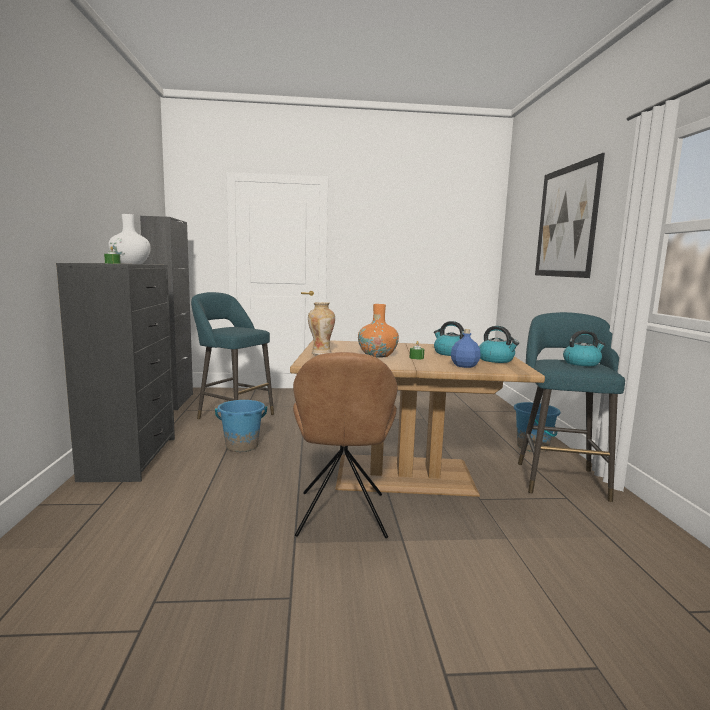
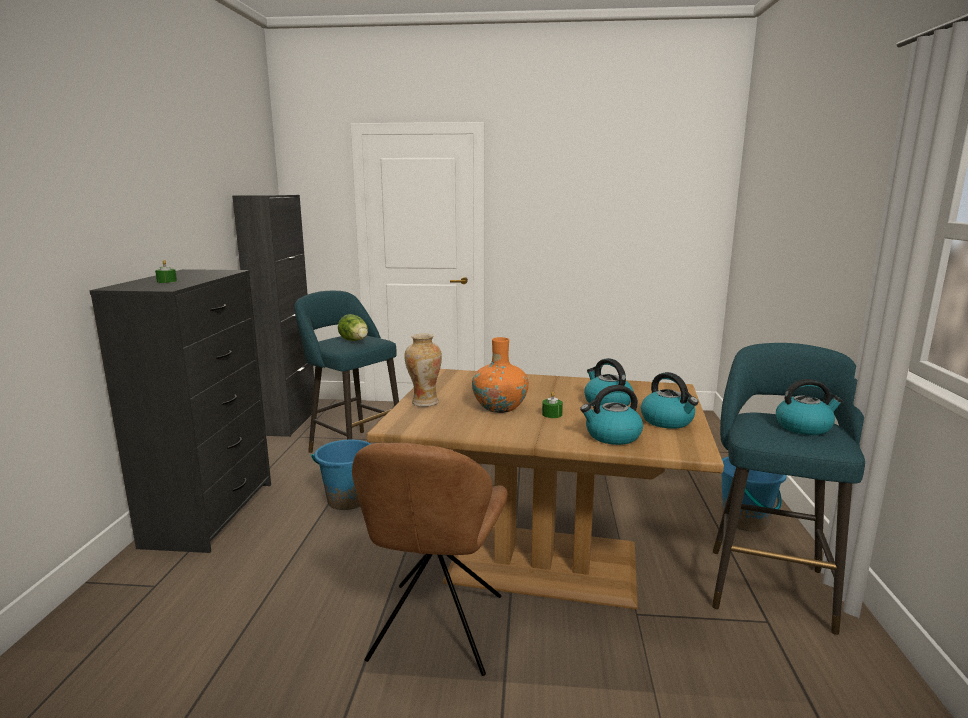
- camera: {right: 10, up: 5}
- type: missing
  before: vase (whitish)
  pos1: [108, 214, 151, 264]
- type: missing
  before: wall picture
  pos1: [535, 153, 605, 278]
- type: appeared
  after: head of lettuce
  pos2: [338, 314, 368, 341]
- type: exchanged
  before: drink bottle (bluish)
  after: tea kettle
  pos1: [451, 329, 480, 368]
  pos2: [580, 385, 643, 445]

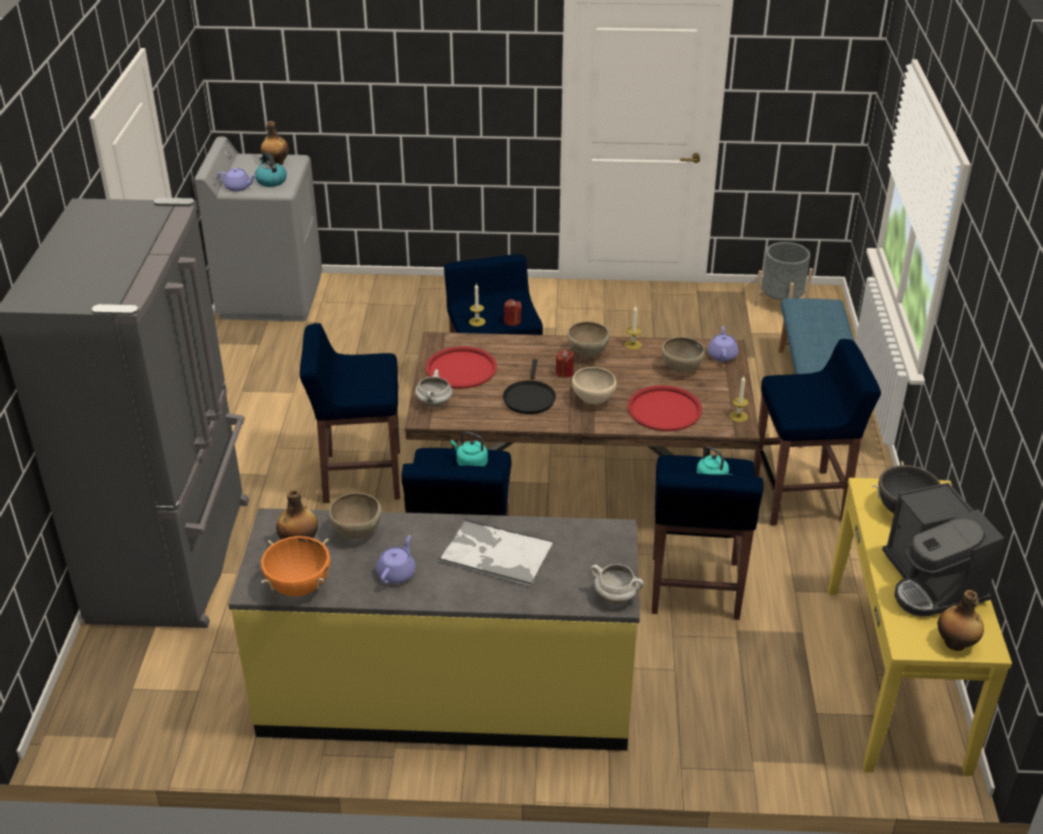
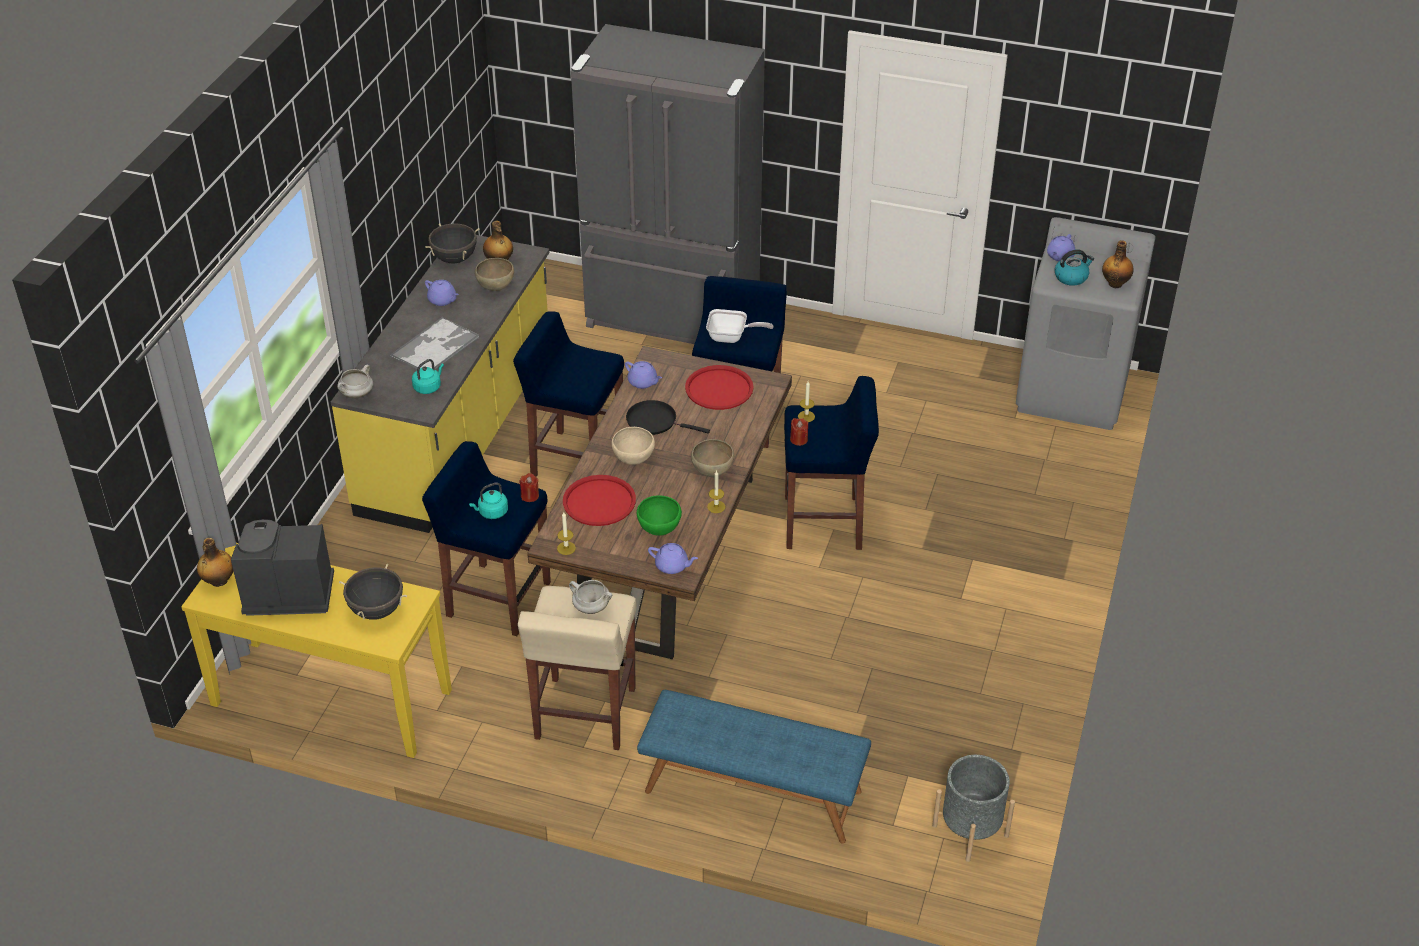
- camera: {right: 105, up: 5}
- type: appeared
  after: tea pot (purplish)
  pos2: [625, 361, 662, 389]
- type: appeared
  after: skillet
  pos2: [706, 309, 773, 343]
- type: relocated
  before: saucepot (whitish)
  pos1: [415, 370, 452, 407]
  pos2: [569, 580, 612, 614]
- type: relocated
  before: tea kettle (turquoise-coloured)
  pos1: [451, 432, 488, 466]
  pos2: [412, 359, 444, 394]
- type: relocated
  before: wax candle (red-coloured)
  pos1: [556, 350, 574, 378]
  pos2: [519, 473, 539, 502]
- type: colour
  before: saucepot (orange)
  after: saucepot (blackish)
  pos1: [261, 536, 330, 596]
  pos2: [425, 223, 480, 263]
- type: colour
  before: serving bowl (brown-coloured)
  after: serving bowl (greenish)
  pos1: [661, 337, 705, 372]
  pos2: [637, 495, 682, 536]
- type: colour
  before: sitting stool (bluish)
  after: sitting stool (sand-coloured)
  pos1: [754, 339, 881, 526]
  pos2: [518, 586, 636, 750]

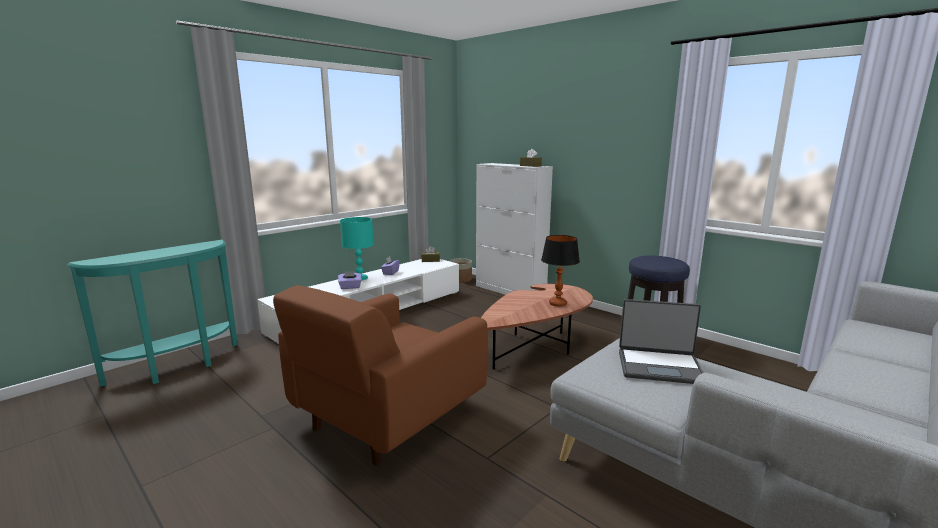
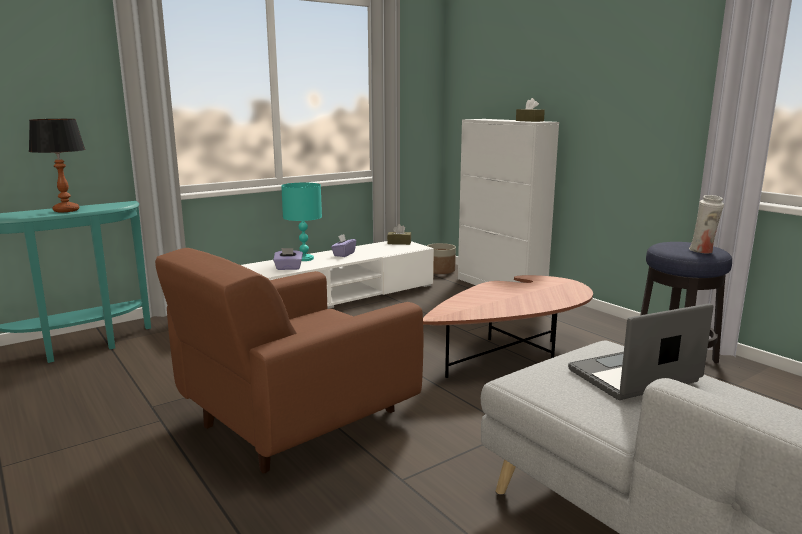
- camera: {right: 10, up: 0}
- type: appeared
  after: vase (whitish)
  pos2: [689, 195, 724, 253]
- type: relocated
  before: lamp for a table
  pos1: [541, 235, 580, 307]
  pos2: [29, 119, 86, 212]
- type: spun
  before: portable computer
  pos1: [619, 299, 704, 384]
  pos2: [568, 303, 713, 400]
  turn: 135

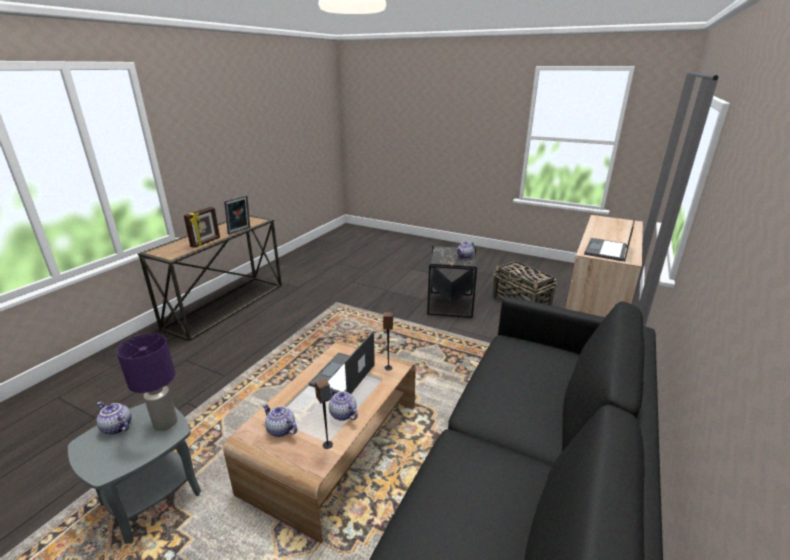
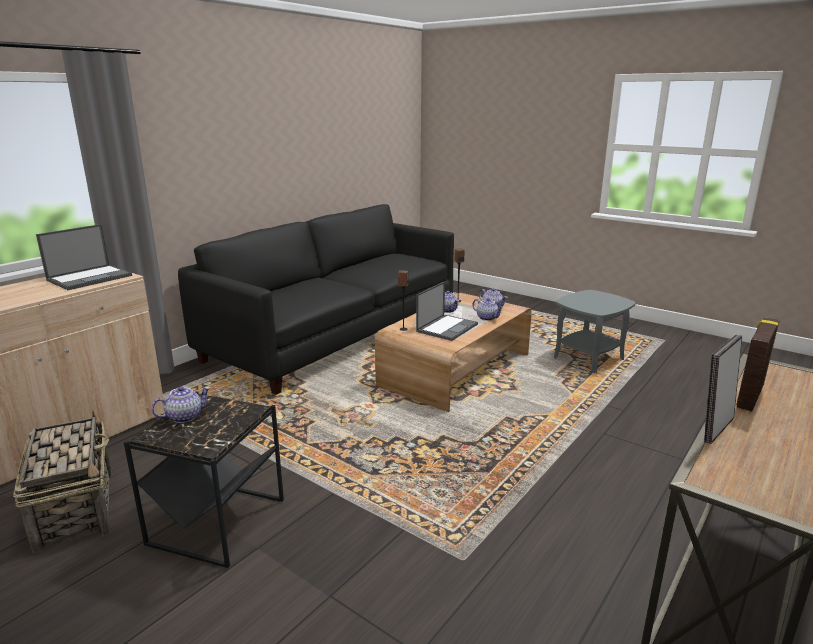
- camera: {right: -170, up: -5}
- type: missing
  before: lamp for a table (purplish)
  pos1: [116, 333, 178, 431]
- type: relocated
  before: tea pot
  pos1: [96, 401, 132, 435]
  pos2: [472, 298, 504, 321]

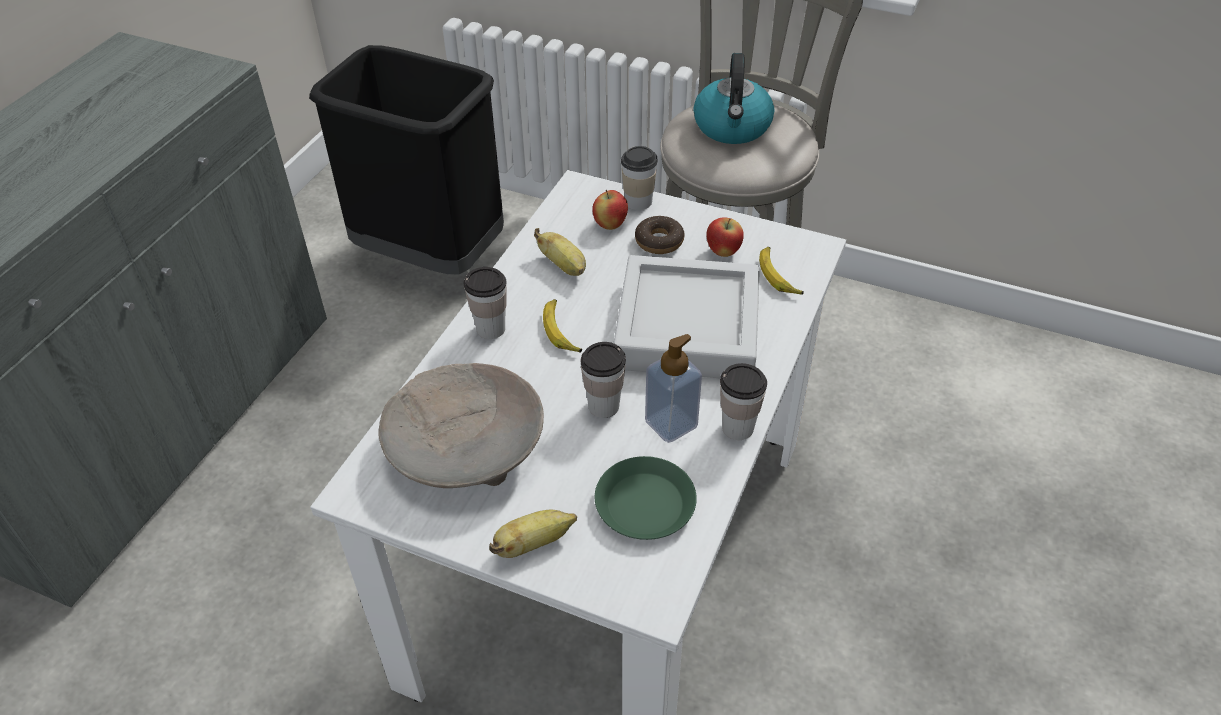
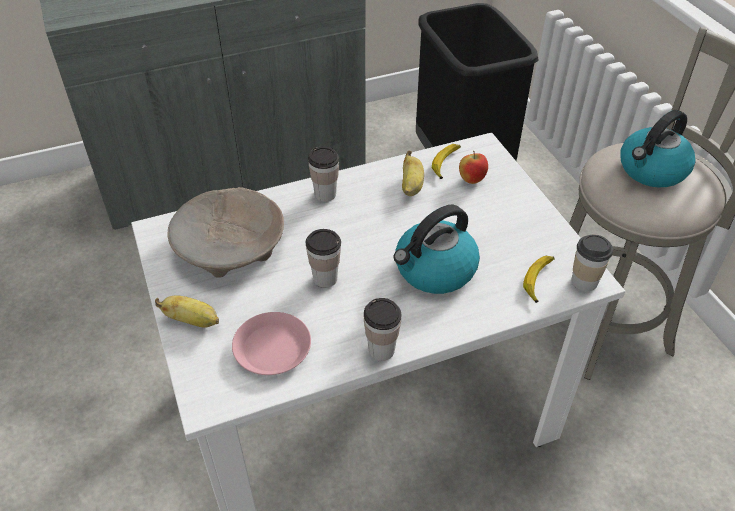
- camera: {right: 45, up: 0}
- type: missing
  before: doughnut
  pos1: [635, 216, 684, 254]
- type: missing
  before: liquid soap bottle
  pos1: [645, 334, 702, 443]
- type: missing
  before: apple fruit
  pos1: [707, 218, 744, 257]
- type: relocated
  before: whole banana
  pos1: [543, 299, 582, 352]
  pos2: [432, 144, 461, 179]
- type: relocated
  before: drinking cup
  pos1: [621, 146, 658, 210]
  pos2: [571, 235, 613, 291]
- type: exchanged
  before: tray (greyish)
  after: tea kettle
  pos1: [614, 255, 760, 378]
  pos2: [394, 205, 480, 294]
- type: colour
  before: flat dish (greenish)
  after: flat dish (pinkish)
  pos1: [595, 456, 697, 540]
  pos2: [232, 312, 311, 375]

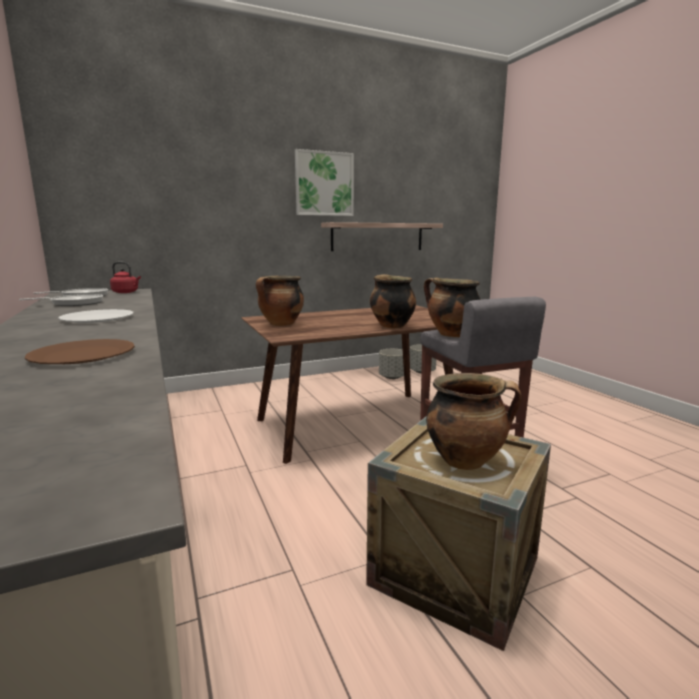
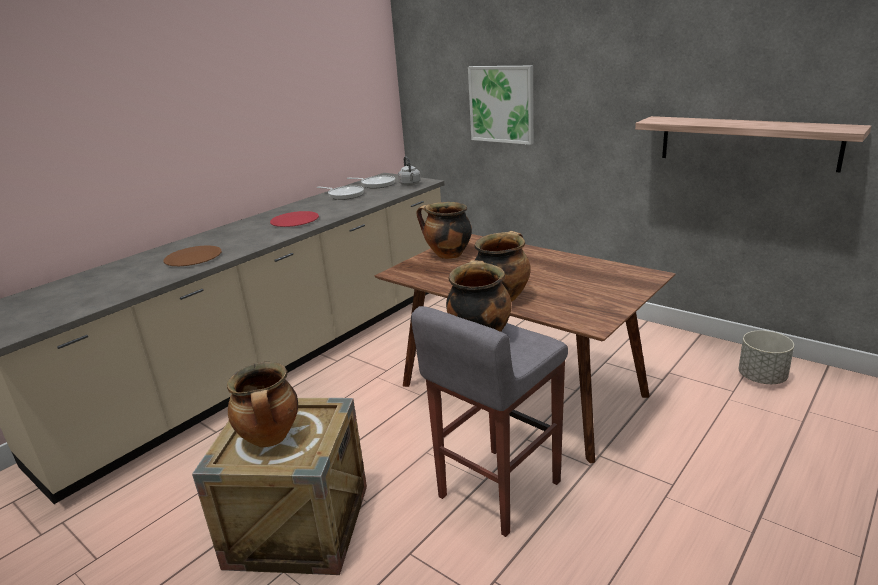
- camera: {right: 65, up: 10}
- type: missing
  before: plant pot (greyish)
  pos1: [379, 349, 404, 379]
- type: relocated
  before: wall picture
  pos1: [295, 149, 354, 216]
  pos2: [468, 66, 534, 145]
- type: colour
  before: flat dish (whitish)
  after: flat dish (red-coloured)
  pos1: [58, 309, 133, 323]
  pos2: [270, 211, 319, 227]
- type: colour
  before: tea kettle (red-coloured)
  after: tea kettle (greyish)
  pos1: [110, 262, 141, 293]
  pos2: [398, 156, 421, 186]

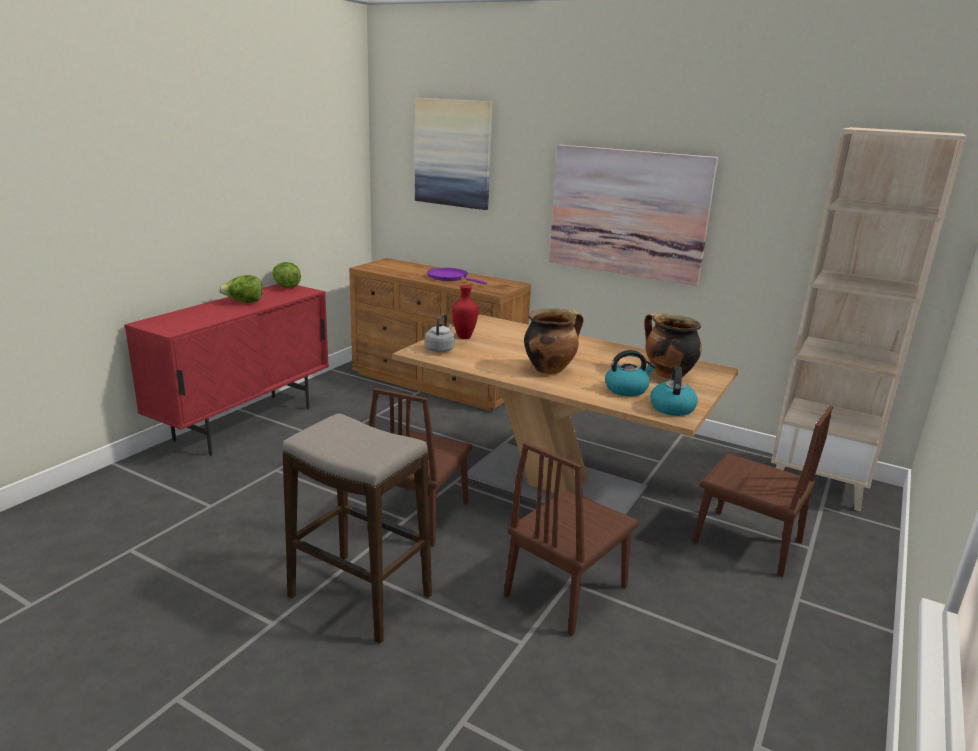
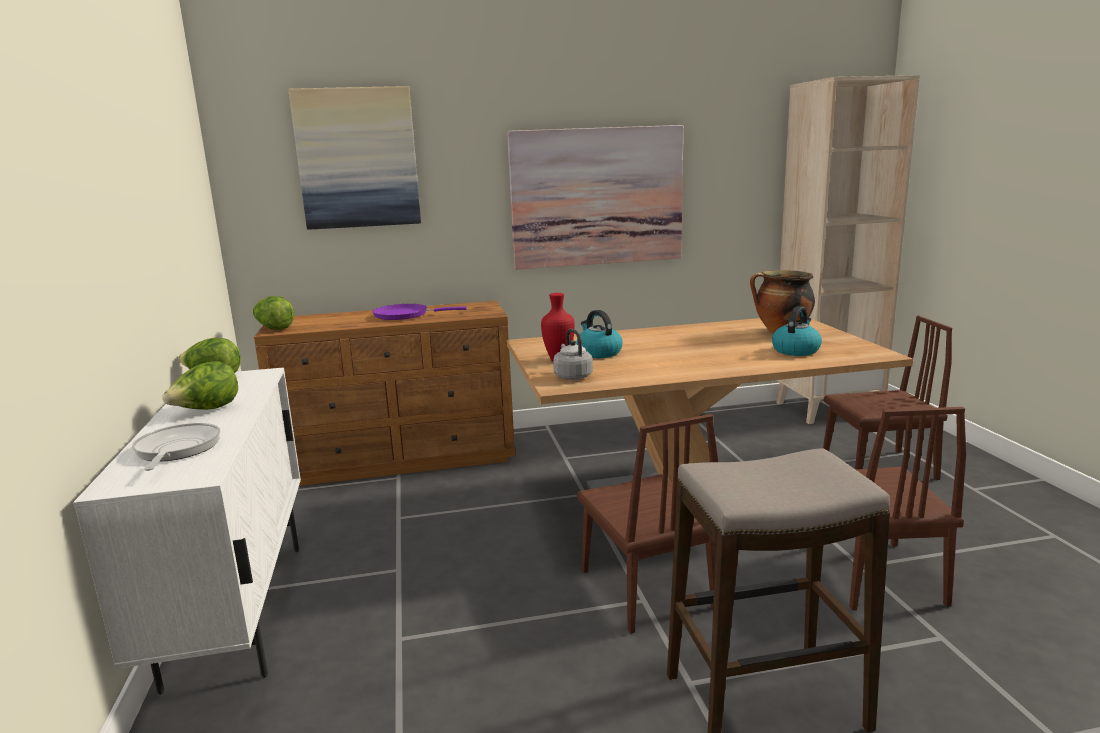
- camera: {right: -40, up: -5}
- type: missing
  before: saucepot
  pos1: [524, 308, 584, 374]
- type: appeared
  after: skillet
  pos2: [132, 423, 220, 471]
- type: appeared
  after: head of lettuce
  pos2: [253, 296, 294, 330]
- type: relocated
  before: tea kettle
  pos1: [650, 366, 698, 416]
  pos2: [576, 310, 623, 358]
- type: colour
  before: cupboard (red-coloured)
  after: cupboard (whitish)
  pos1: [124, 284, 329, 456]
  pos2: [73, 367, 301, 694]

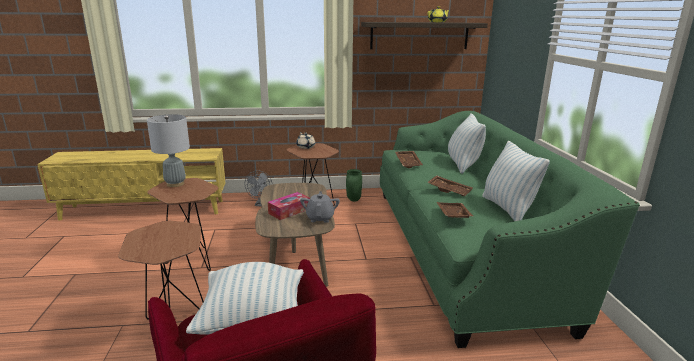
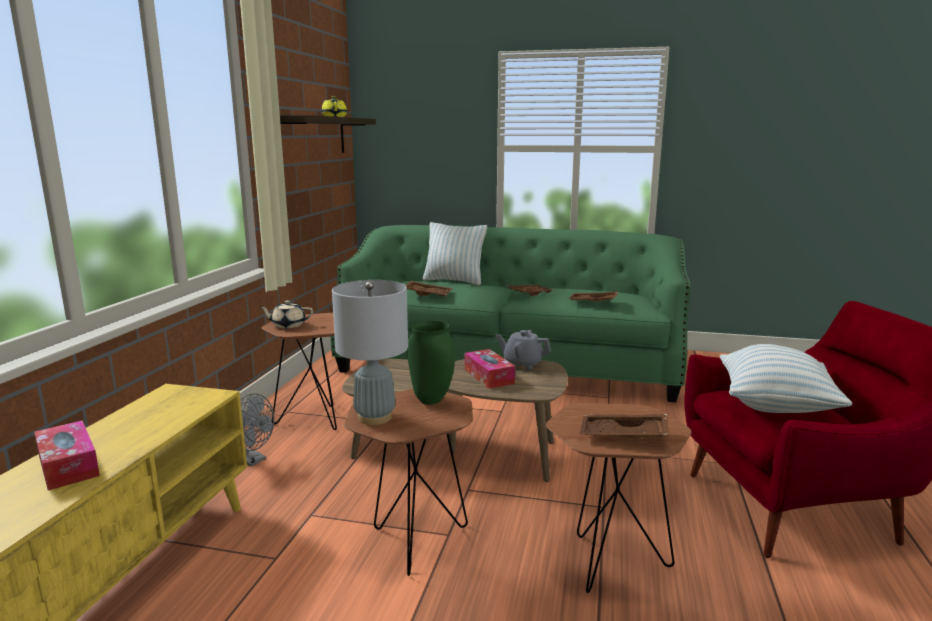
- camera: {right: -70, up: -5}
- type: missing
  before: throw pillow
  pos1: [482, 141, 550, 221]
- type: appeared
  after: box of tissues
  pos2: [34, 420, 100, 490]
- type: appeared
  after: tray (brown-coloured)
  pos2: [580, 414, 669, 439]
- type: relocated
  before: vase (greenish)
  pos1: [346, 169, 362, 201]
  pos2: [407, 321, 455, 405]

